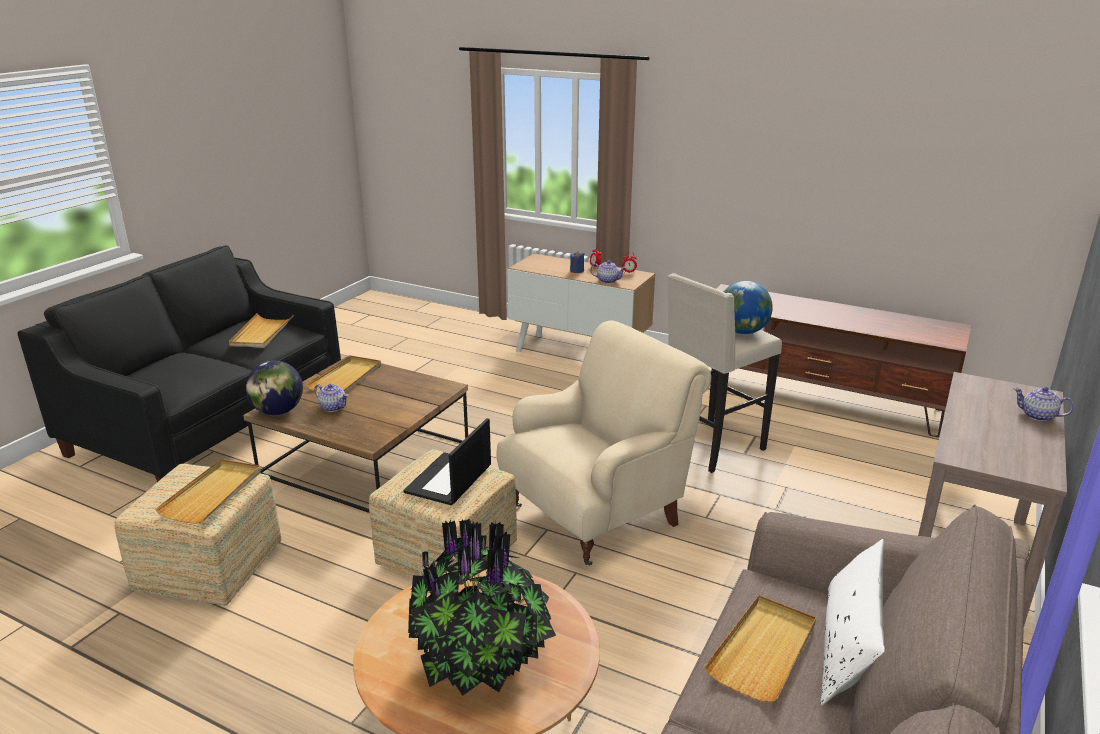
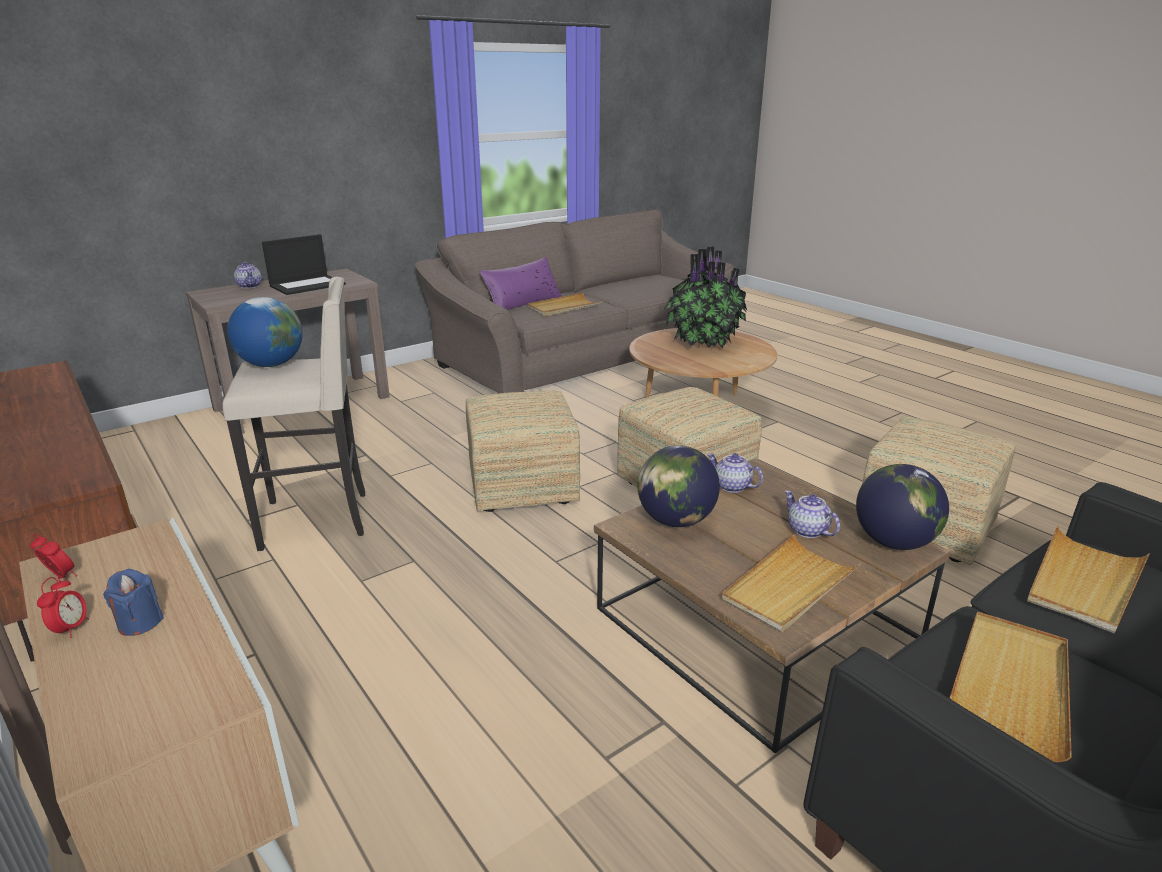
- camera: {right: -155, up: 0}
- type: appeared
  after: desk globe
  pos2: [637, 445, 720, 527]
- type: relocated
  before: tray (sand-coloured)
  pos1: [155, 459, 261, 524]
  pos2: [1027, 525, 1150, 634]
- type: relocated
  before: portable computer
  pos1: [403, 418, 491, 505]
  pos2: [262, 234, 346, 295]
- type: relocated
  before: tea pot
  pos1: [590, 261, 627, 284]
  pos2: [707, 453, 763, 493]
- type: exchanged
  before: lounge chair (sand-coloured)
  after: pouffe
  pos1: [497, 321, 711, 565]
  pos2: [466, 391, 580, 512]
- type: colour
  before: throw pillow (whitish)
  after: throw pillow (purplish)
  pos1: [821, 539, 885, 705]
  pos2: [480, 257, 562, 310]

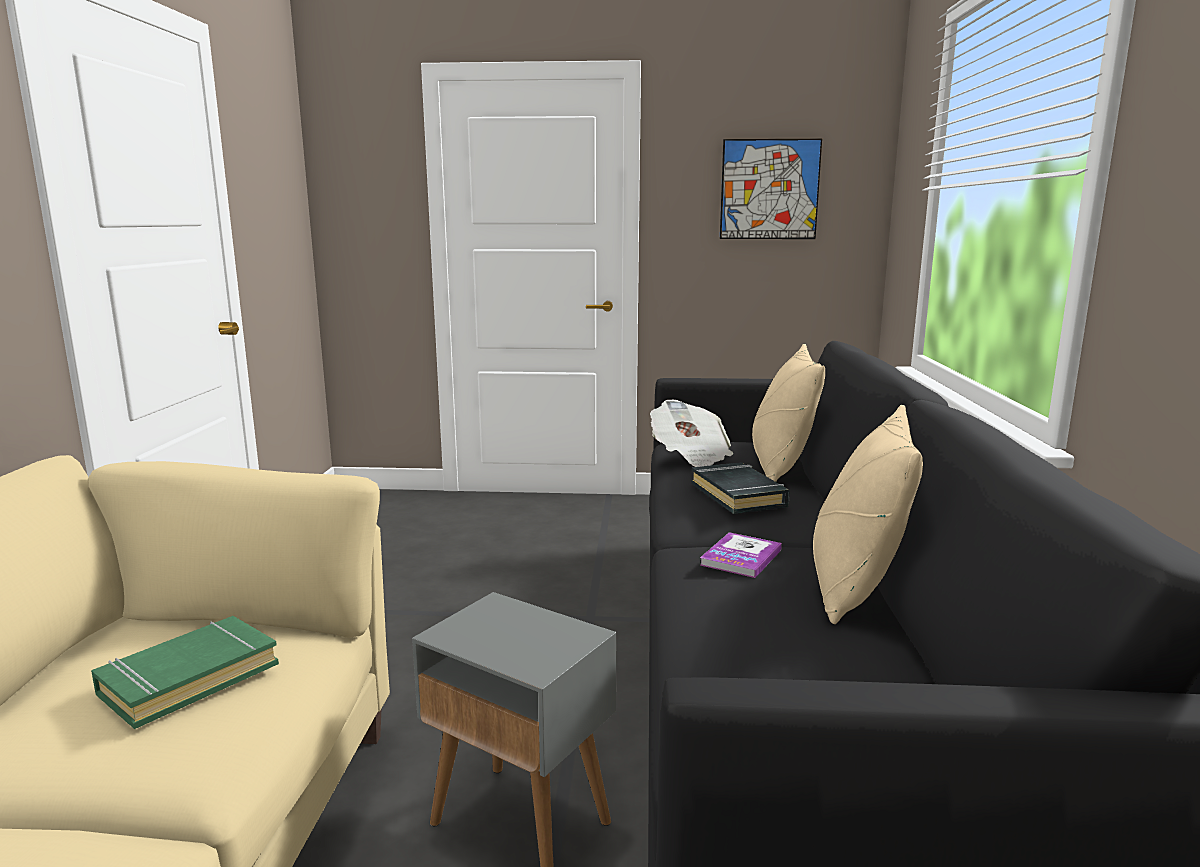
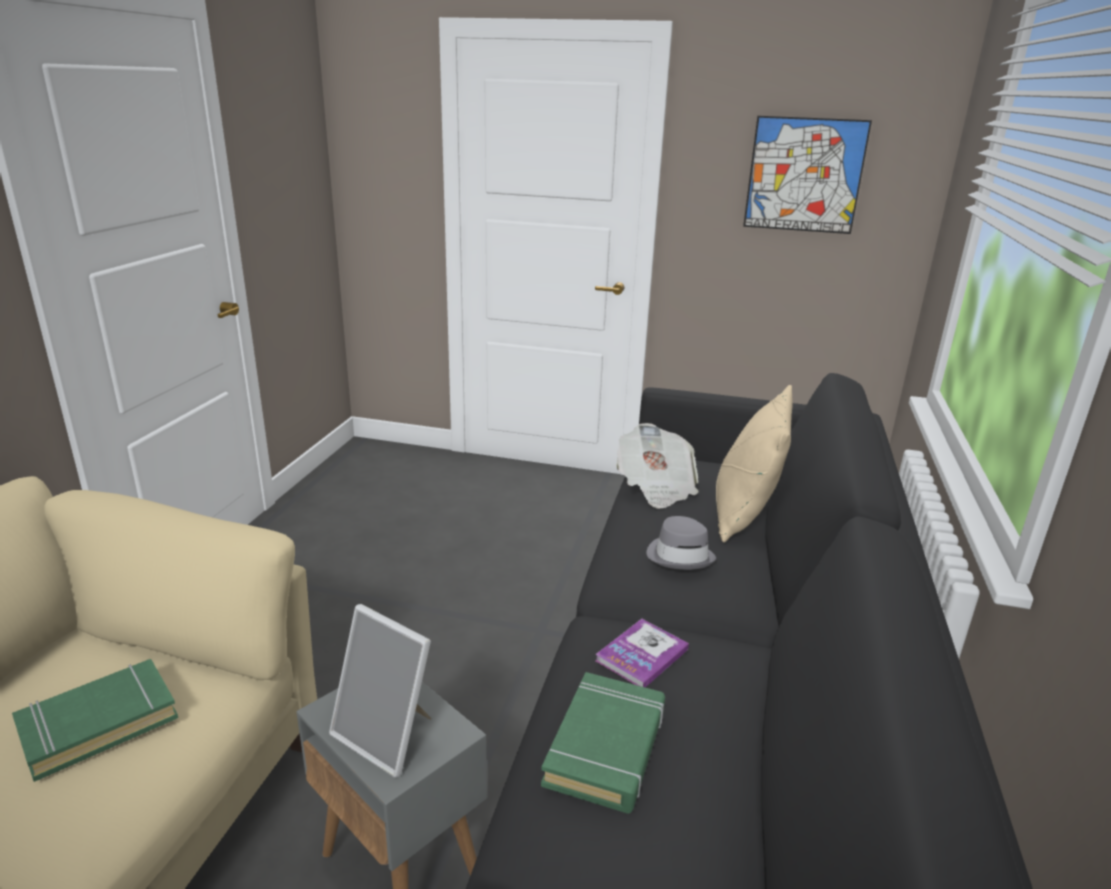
- camera: {right: 10, up: 10}
- type: missing
  before: throw pillow (sand-coloured)
  pos1: [813, 405, 923, 624]
- type: appeared
  after: picture frame
  pos2: [329, 604, 432, 777]
- type: appeared
  after: volume (greenish)
  pos2: [541, 672, 665, 814]
- type: exchanged
  before: volume (blackish)
  after: wearable hat (greyish)
  pos1: [691, 462, 790, 514]
  pos2: [647, 516, 716, 570]

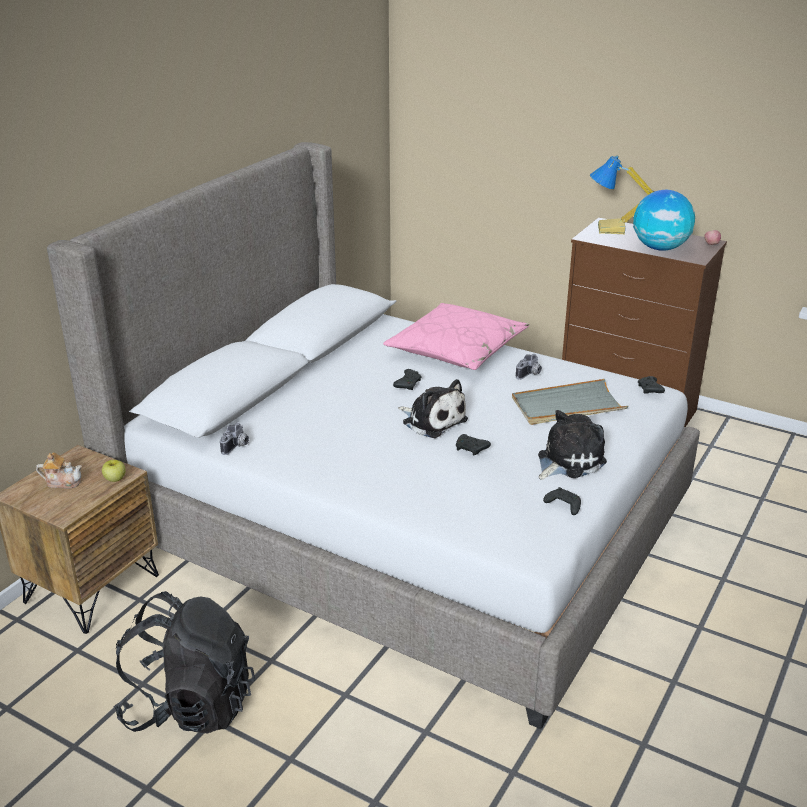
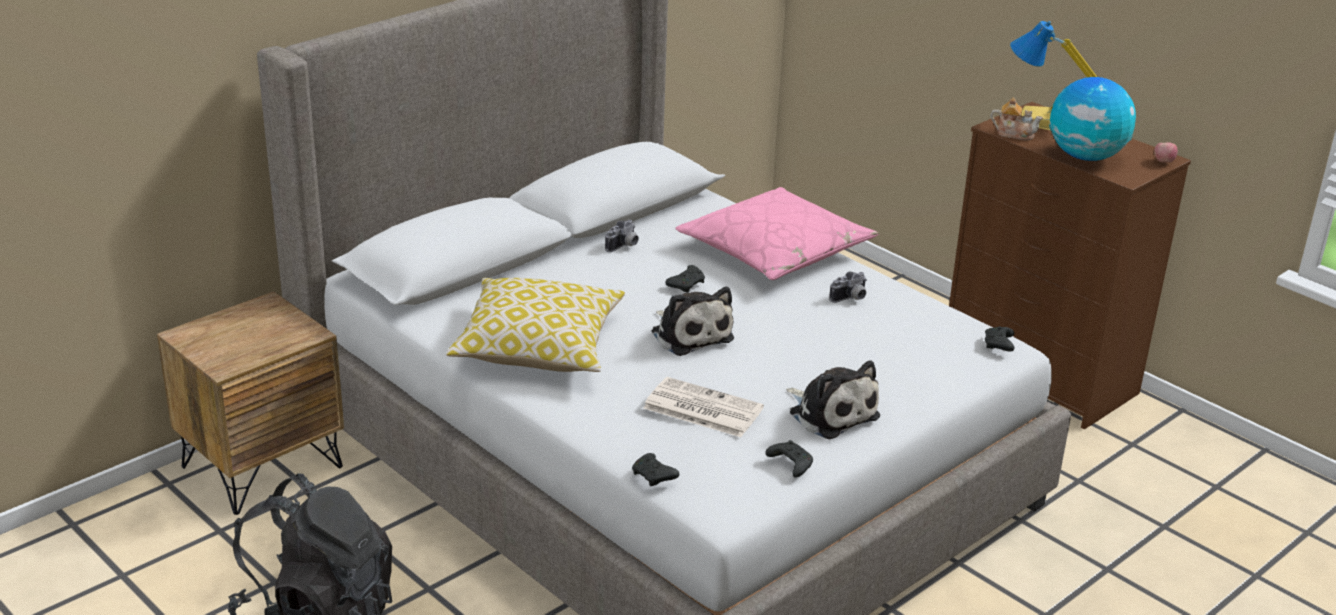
- camera: {right: 15, up: 0}
- type: missing
  before: apple fruit
  pos1: [102, 460, 126, 482]
- type: missing
  before: tray (greyish)
  pos1: [512, 379, 628, 425]
- type: appeared
  after: throw pillow
  pos2: [446, 278, 625, 372]
- type: appeared
  after: newspaper
  pos2: [643, 377, 764, 437]
- type: relocated
  before: tea pot
  pos1: [36, 452, 82, 488]
  pos2: [991, 97, 1043, 140]
- type: relocated
  before: still camera
  pos1: [220, 422, 249, 455]
  pos2: [605, 220, 639, 252]
- type: relocated
  before: gamepad (blackish)
  pos1: [456, 434, 491, 455]
  pos2: [632, 453, 679, 486]
- type: spun
  before: cuddly toy
  pos1: [538, 410, 607, 480]
  pos2: [786, 360, 880, 439]
  turn: 75

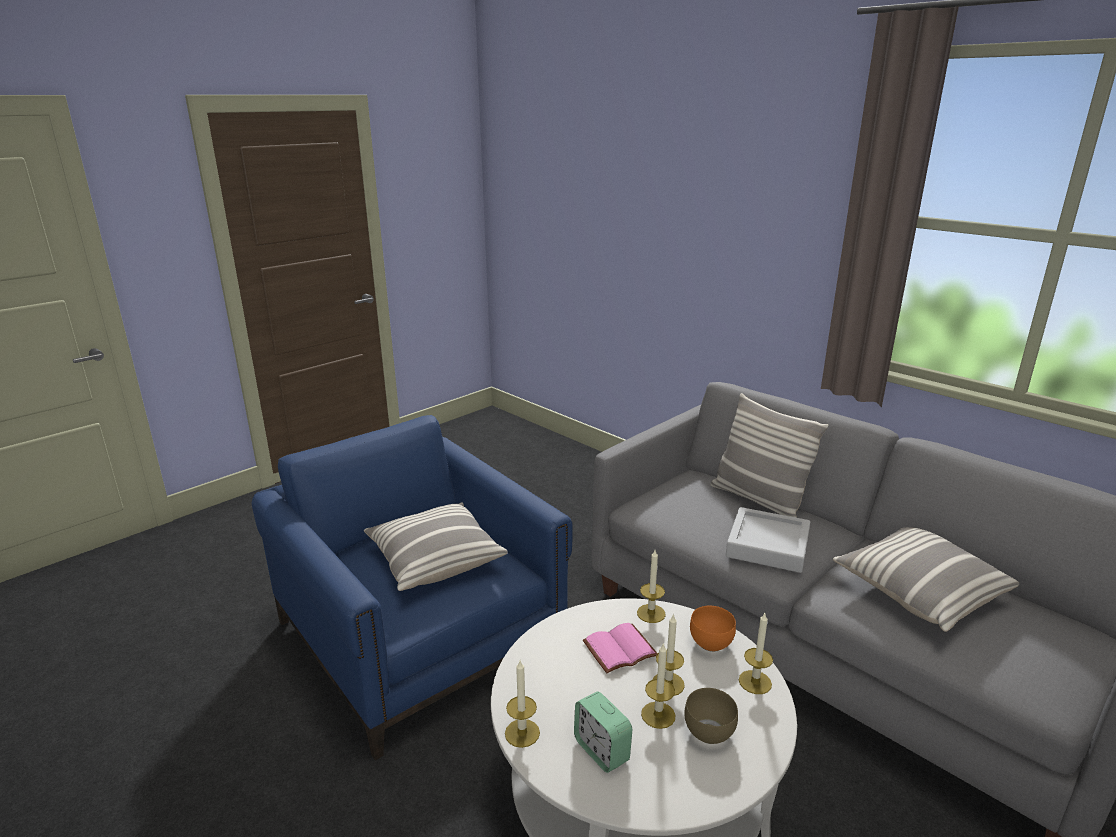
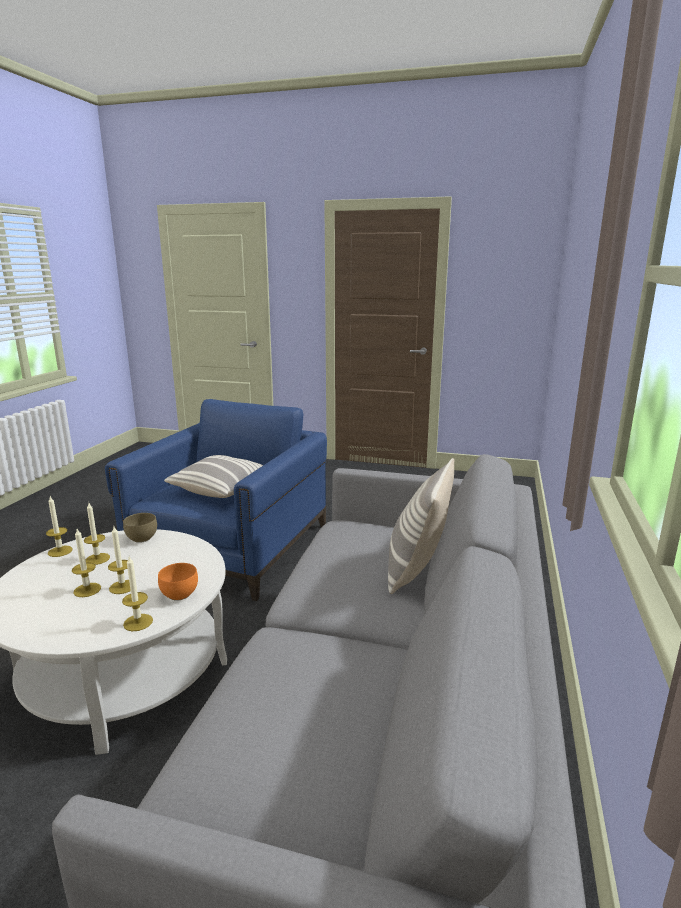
- camera: {right: 60, up: -5}
- type: missing
  before: bedside clock
  pos1: [574, 692, 632, 773]
- type: missing
  before: volume (pinkish)
  pos1: [583, 623, 658, 673]
- type: missing
  before: tray (greyish)
  pos1: [726, 507, 810, 573]
- type: missing
  before: throw pillow
  pos1: [833, 527, 1019, 632]
- type: relocated
  before: wax candle
  pos1: [637, 550, 666, 623]
  pos2: [84, 503, 110, 565]
- type: relocated
  before: serving bowl (brown-coloured)
  pos1: [684, 688, 738, 744]
  pos2: [123, 513, 157, 543]

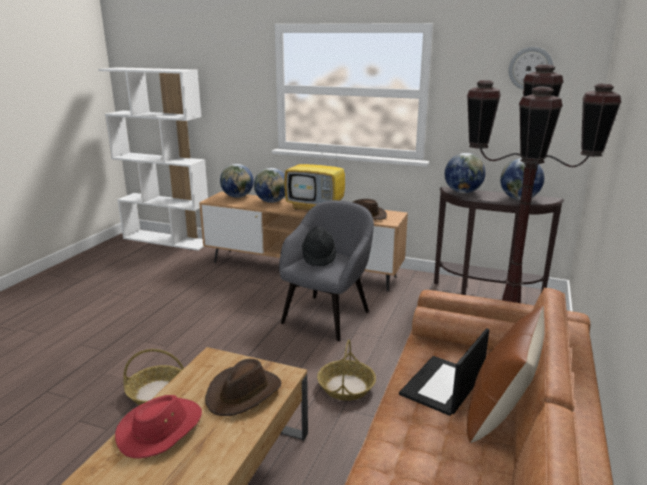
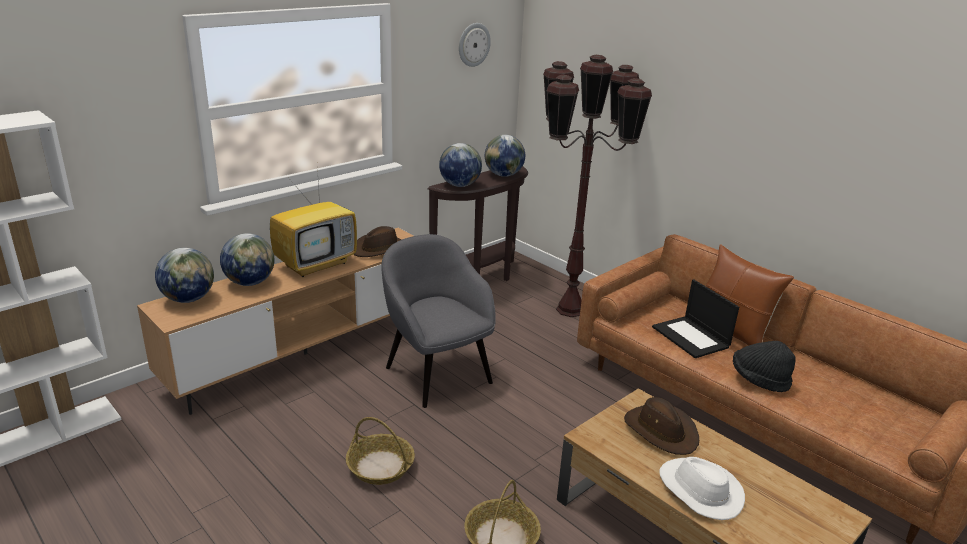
- camera: {right: -65, up: 5}
- type: relocated
  before: wearable hat (blackish)
  pos1: [302, 226, 336, 266]
  pos2: [733, 341, 796, 392]
- type: relocated
  before: storage basket
  pos1: [317, 340, 376, 401]
  pos2: [346, 417, 415, 485]
- type: colour
  before: wearable hat (red-coloured)
  after: wearable hat (whitish)
  pos1: [115, 395, 202, 458]
  pos2: [659, 457, 745, 520]

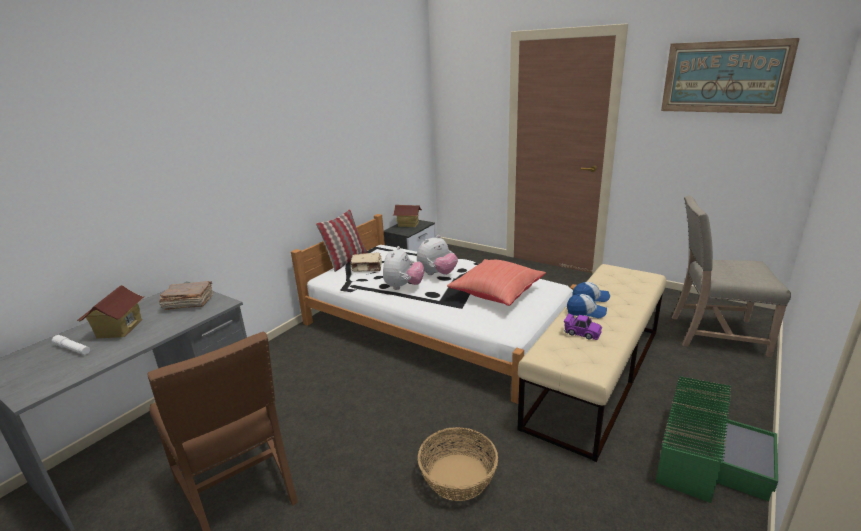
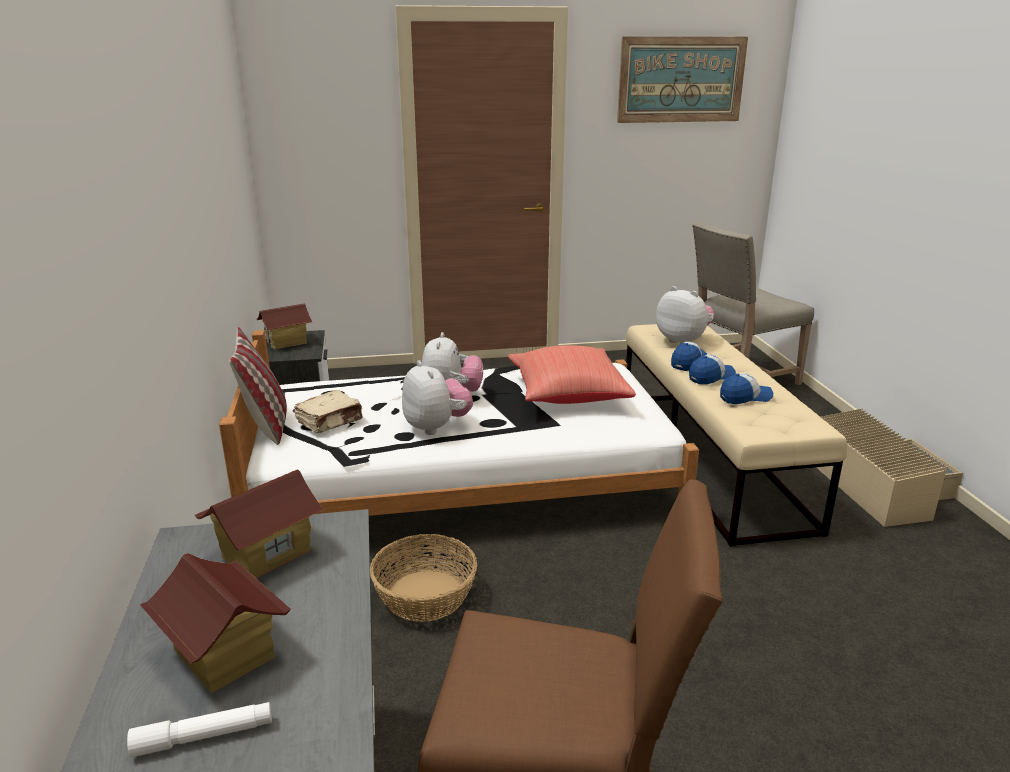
- camera: {right: -45, up: 0}
- type: appeared
  after: cuddly toy
  pos2: [656, 286, 715, 344]
- type: relocated
  before: storage basket
  pos1: [418, 427, 498, 501]
  pos2: [370, 534, 477, 622]
- type: exchanged
  before: volume (brown-coloured)
  after: toy house
  pos1: [159, 281, 213, 310]
  pos2: [195, 470, 324, 579]
- type: exchanged
  before: miniature car (purplish)
  after: peaked cap
  pos1: [564, 313, 602, 340]
  pos2: [720, 373, 773, 404]
- type: colour
  before: storage container (greenish)
  after: storage container (sand-coloured)
  pos1: [655, 376, 778, 503]
  pos2: [816, 408, 963, 527]

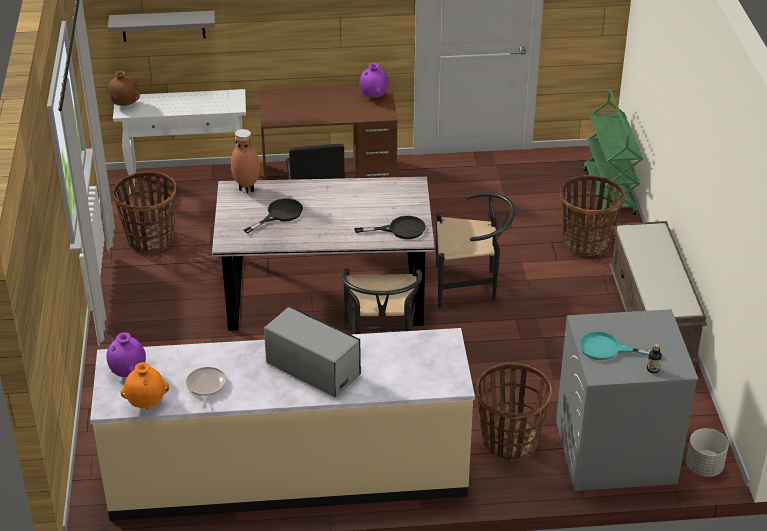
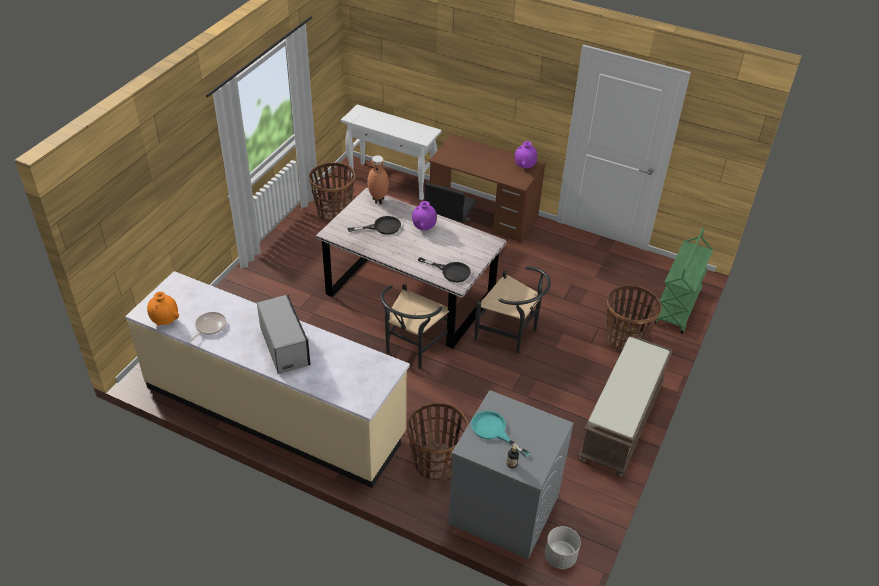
- camera: {right: 30, up: 5}
- type: missing
  before: vase (brown-coloured)
  pos1: [107, 71, 140, 106]
- type: missing
  before: wall shelf (greyish)
  pos1: [108, 11, 215, 42]
- type: relocated
  before: vase (purplish)
  pos1: [106, 332, 146, 377]
  pos2: [412, 201, 437, 230]

